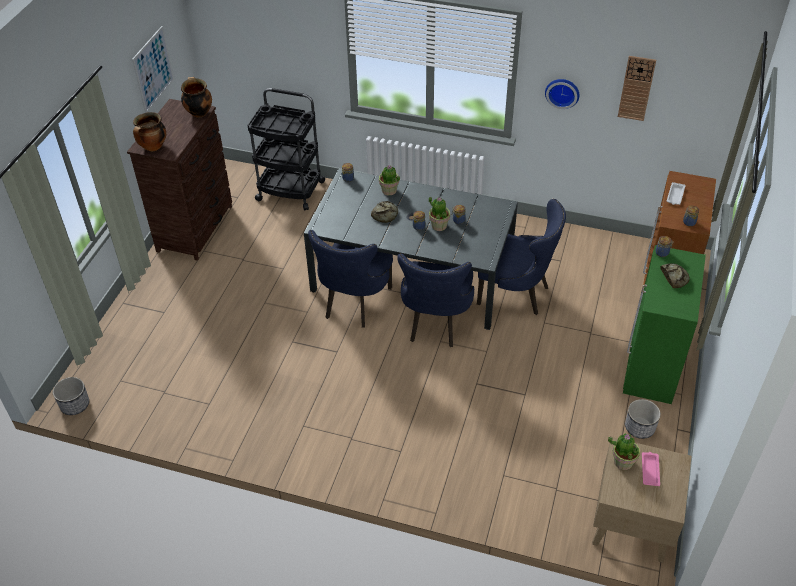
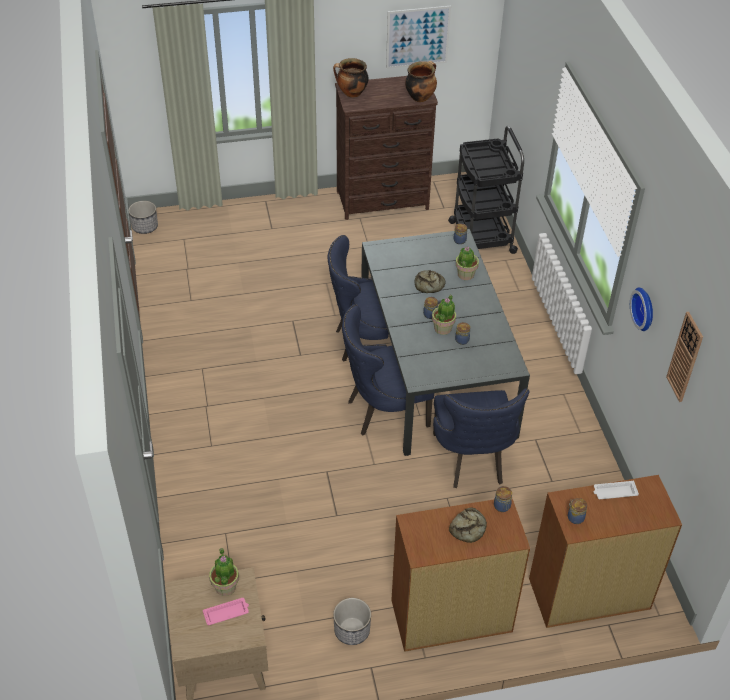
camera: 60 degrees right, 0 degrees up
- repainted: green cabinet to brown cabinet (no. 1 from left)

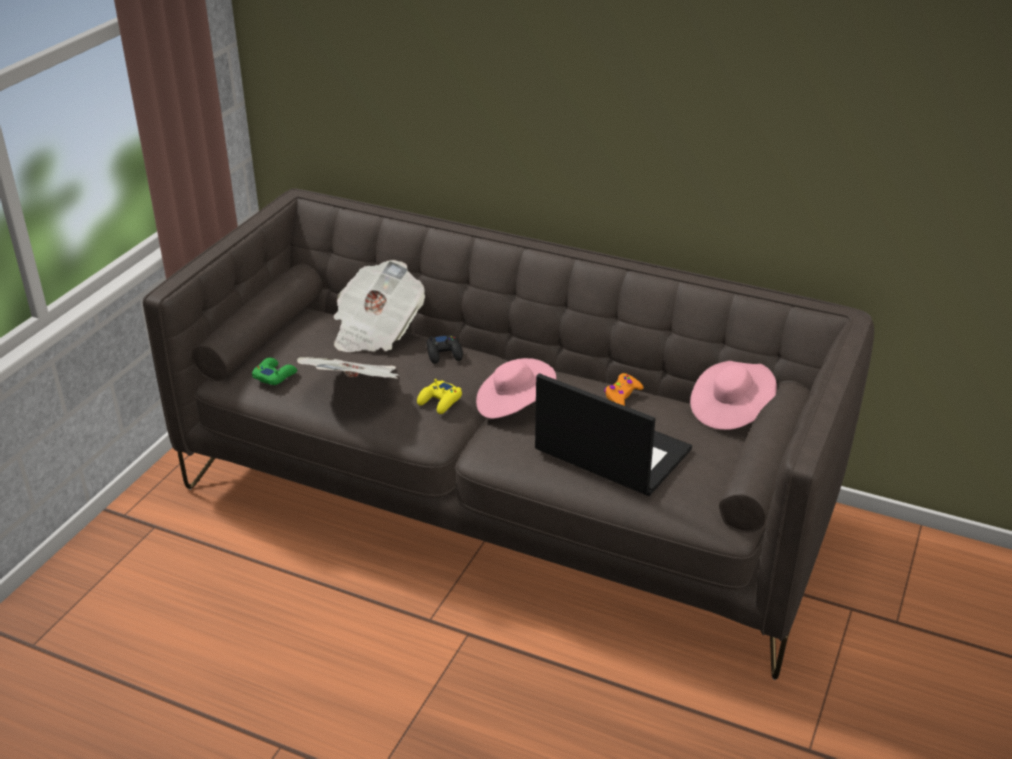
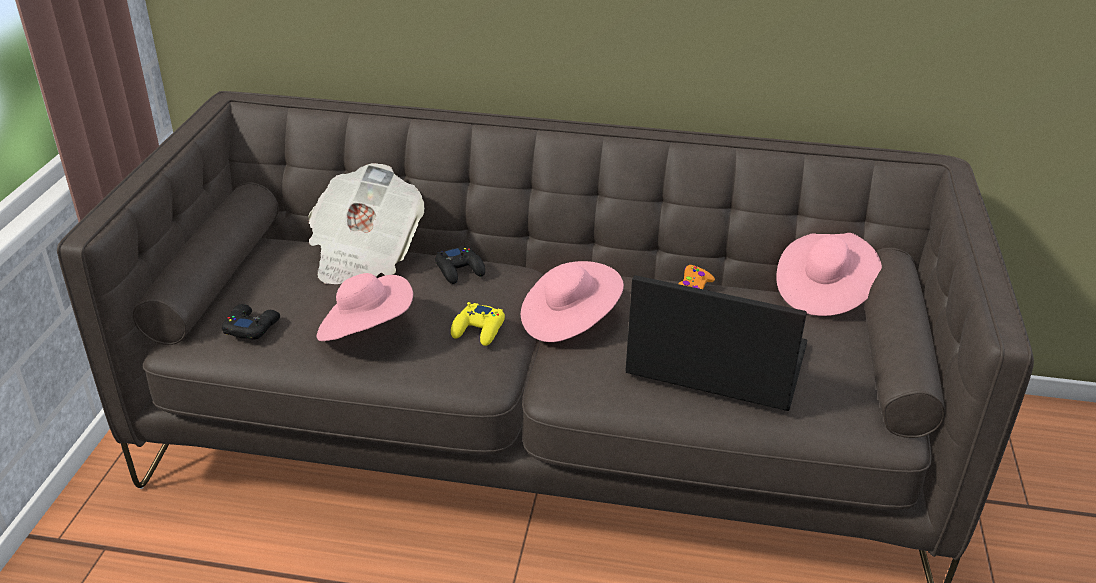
camera: 15 degrees left, 0 degrees up
- repainted: green game controller to black game controller (no. 1 from left)
- swapped: newspaper (no. 1 from left) to pink hat (no. 1 from left)

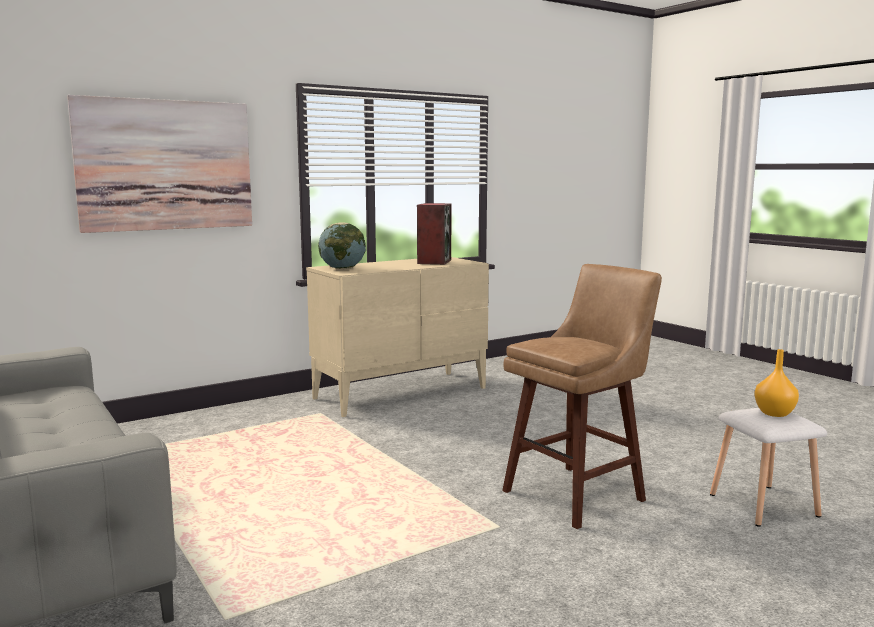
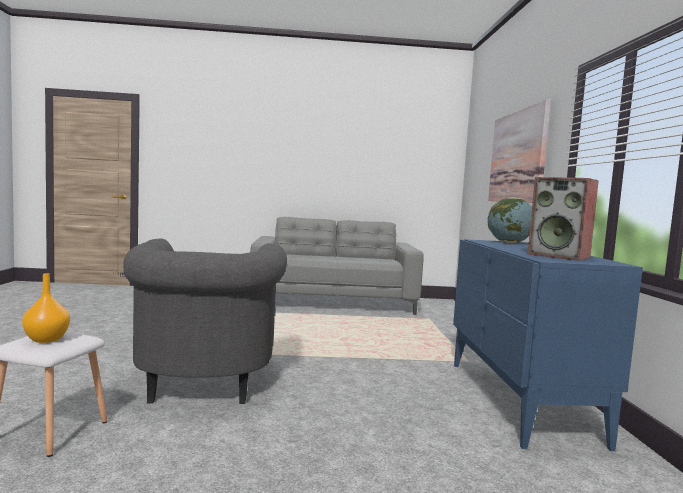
camera: 120 degrees right, 5 degrees down
- swapped: brown stool to grey armchair
- repainted: beige cabinet to blue cabinet

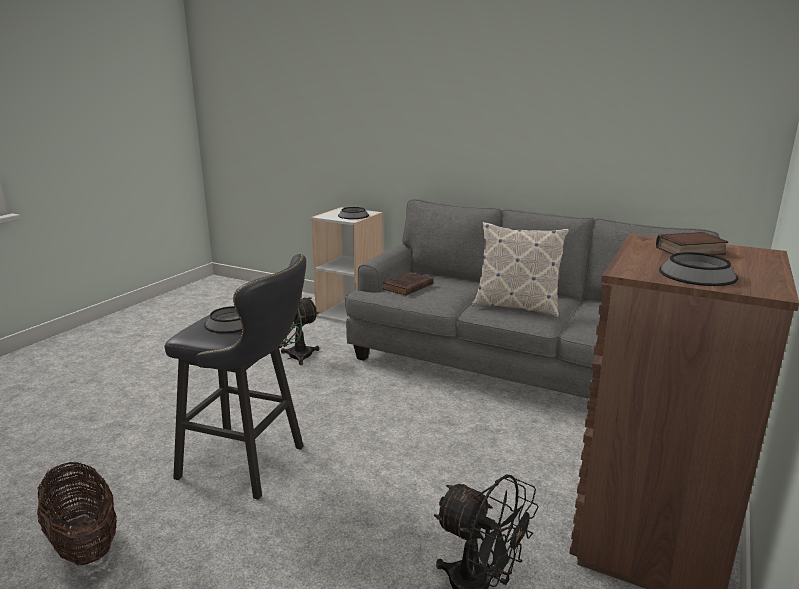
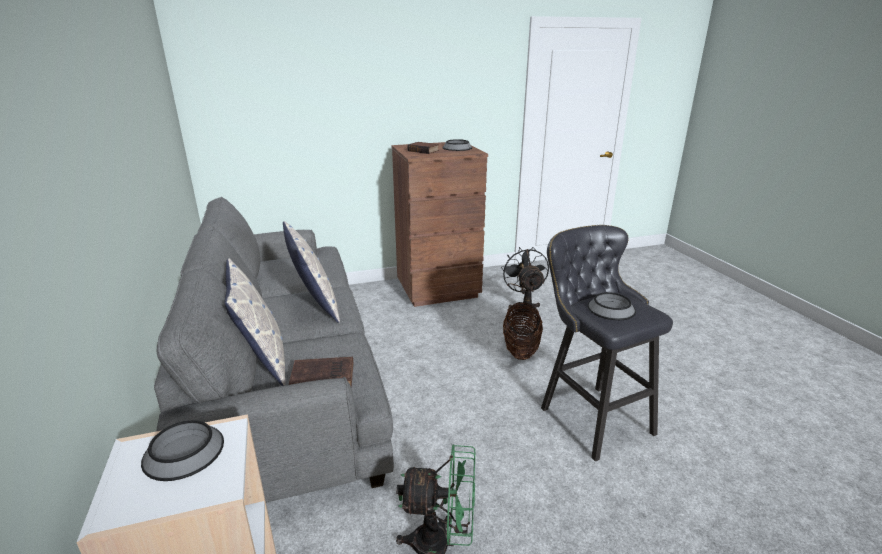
camera: 135 degrees left, 5 degrees up
- new: pillow (no. 1 from left)
- shifted: basket

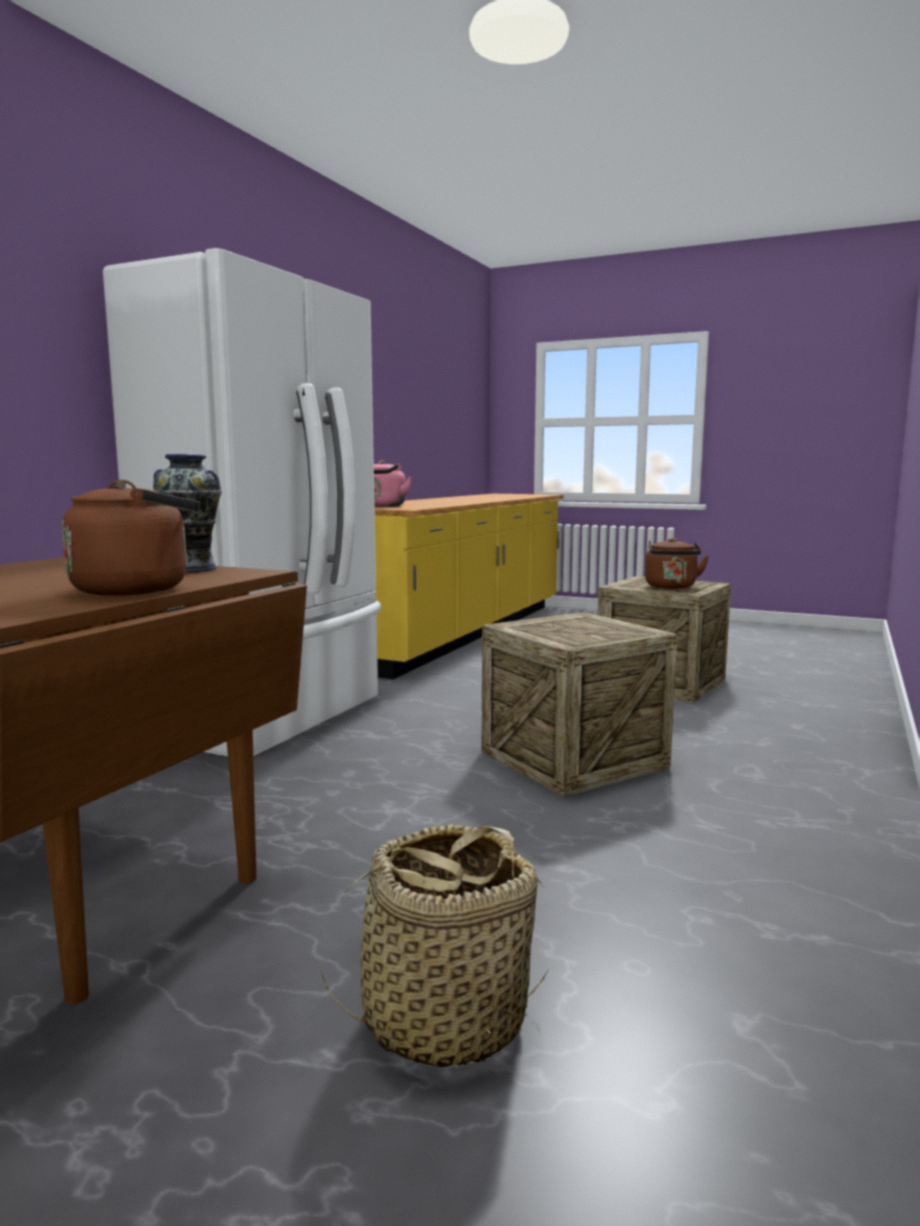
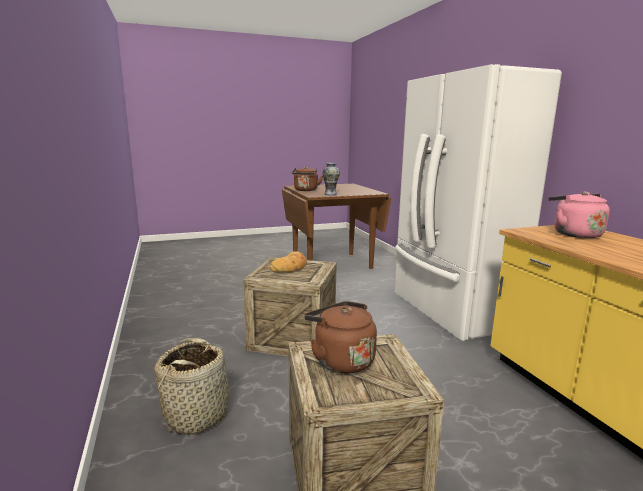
camera: 135 degrees right, 5 degrees up
- shifted: basket
- new: bread

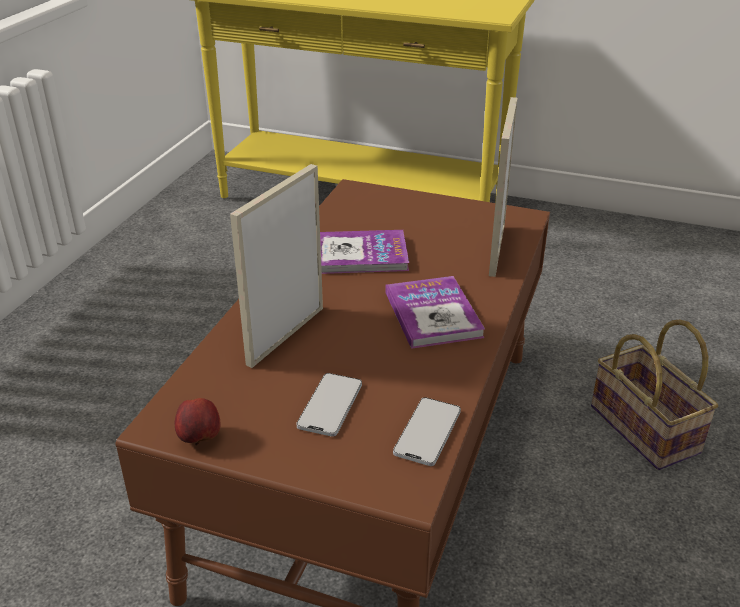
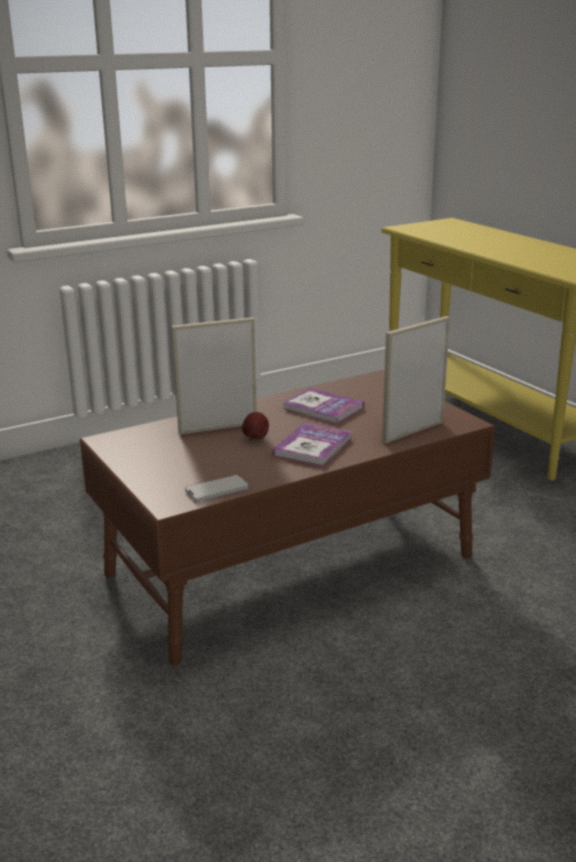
camera: 40 degrees right, 10 degrees down
- shifted: apple
- gone: phone (no. 1 from left)
- gone: basket

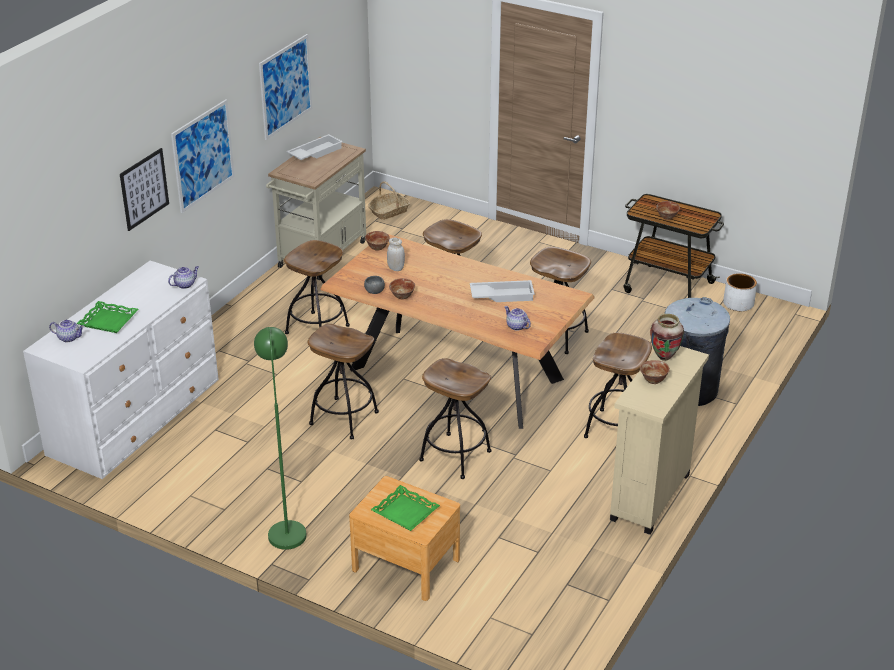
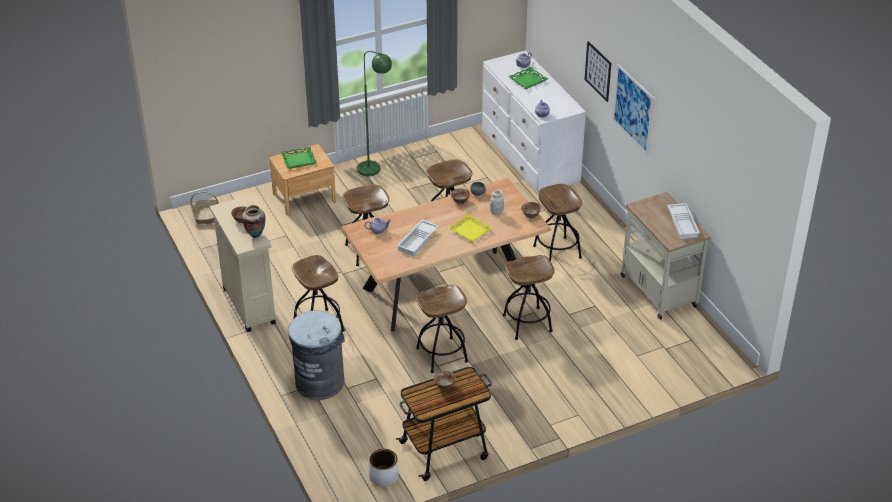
camera: 125 degrees right, 5 degrees up
- shifted: basket
- new: yellow tray
- gone: picture (no. 3 from left)

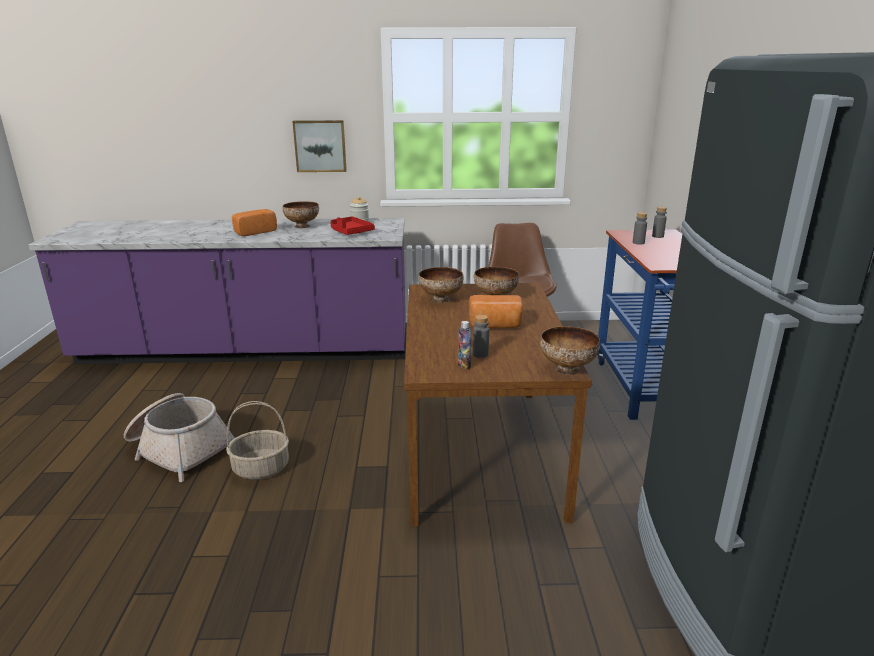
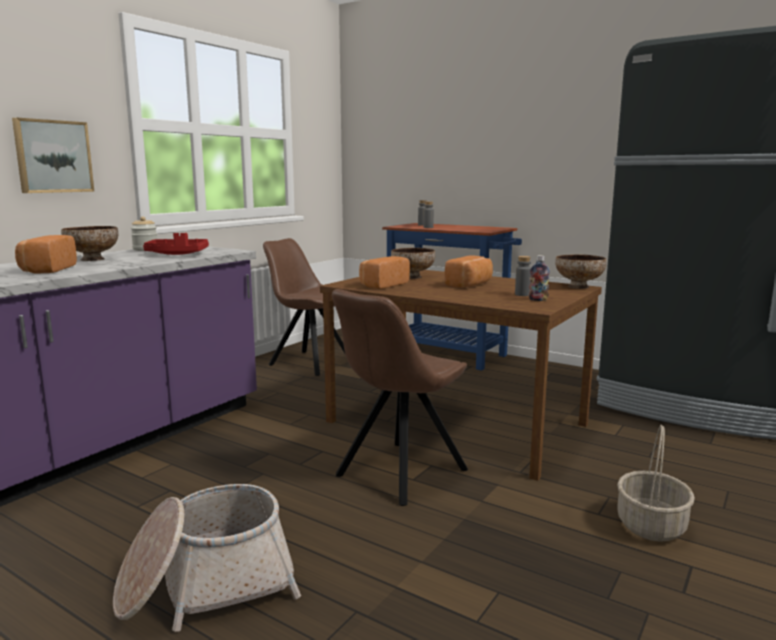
camera: 55 degrees left, 10 degrees down
- new: brown chair (no. 2 from left)
- swapped: bowl (no. 2 from left) to bread (no. 2 from left)
- shifted: basket (no. 2 from left)

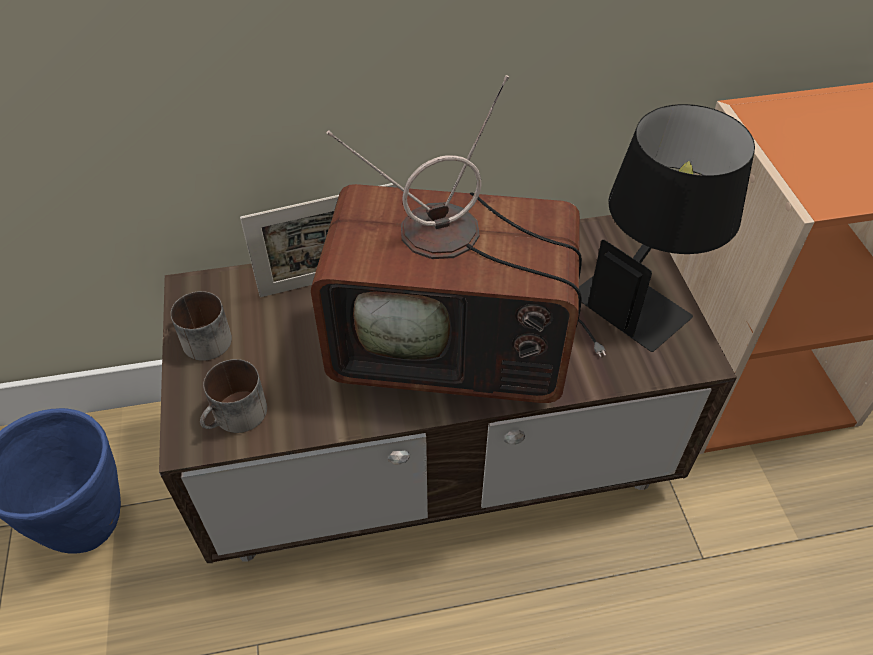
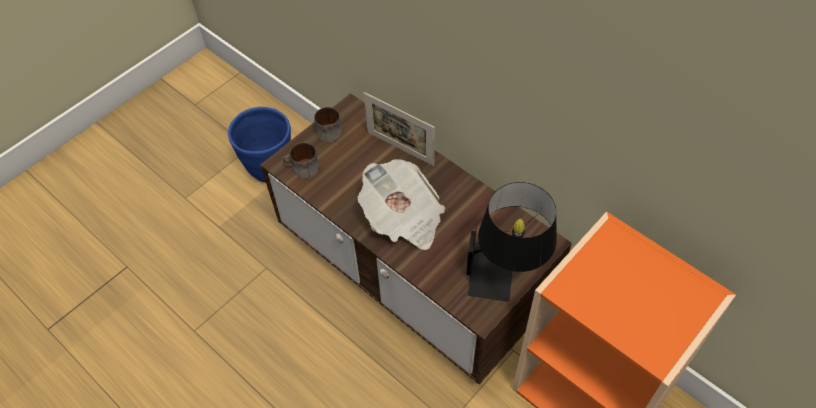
camera: 55 degrees right, 5 degrees up
- swapped: television to newspaper

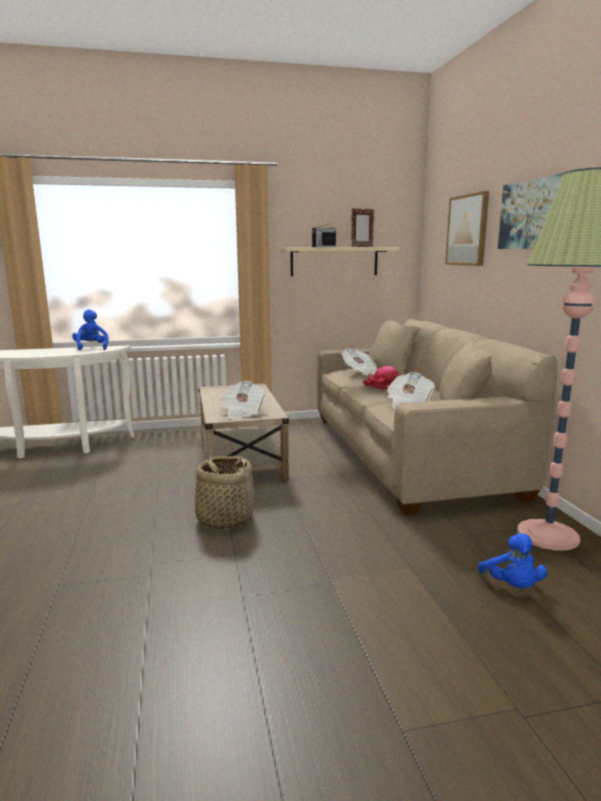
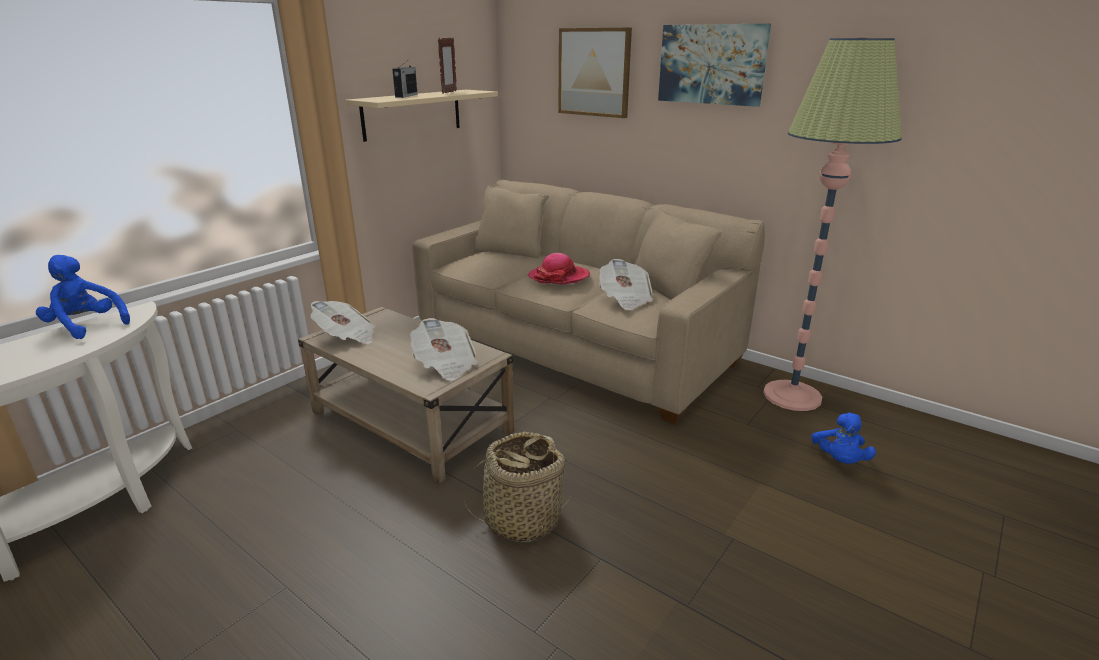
camera: 40 degrees left, 10 degrees up
- shifted: newspaper (no. 2 from left in the first image) to newspaper (no. 1 from left)
- rotated: blue plush toy (no. 2 from left) 60 degrees clockwise

